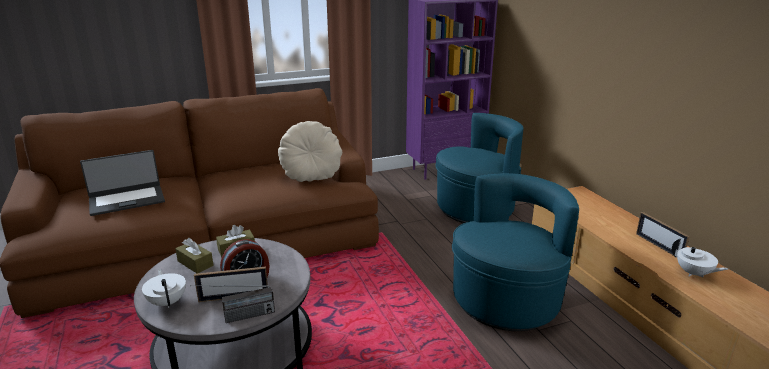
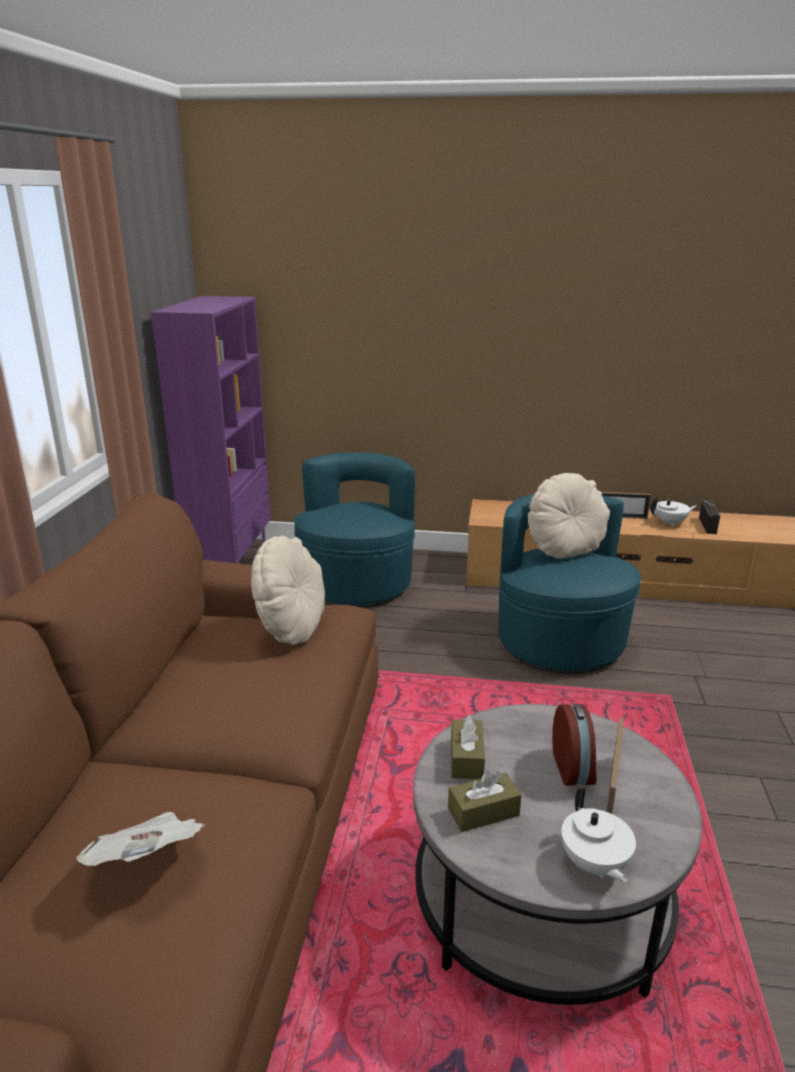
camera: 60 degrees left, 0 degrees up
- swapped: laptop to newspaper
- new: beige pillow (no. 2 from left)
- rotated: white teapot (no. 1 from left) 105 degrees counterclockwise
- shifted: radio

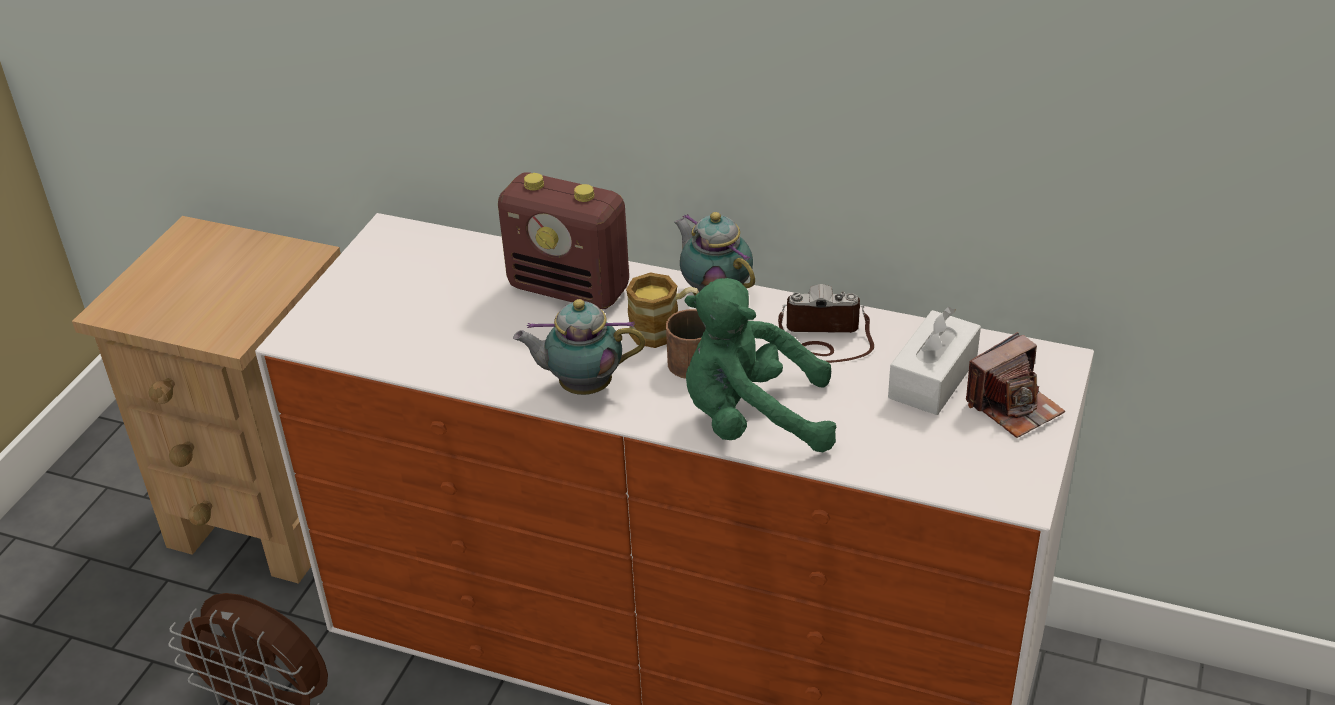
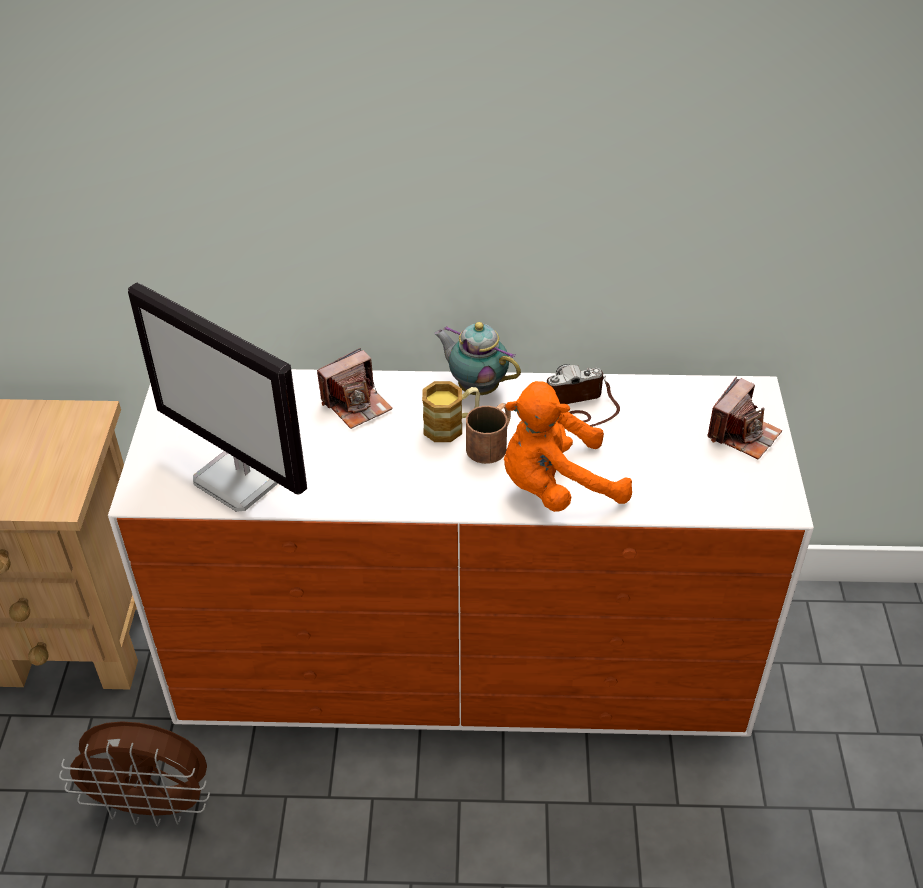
camera: 20 degrees left, 5 degrees up
- new: monitor
- swapped: radio to photo camera (no. 1 from left)
- repainted: green plush toy to orange plush toy
- gone: teapot (no. 1 from left)
- gone: white tissue box

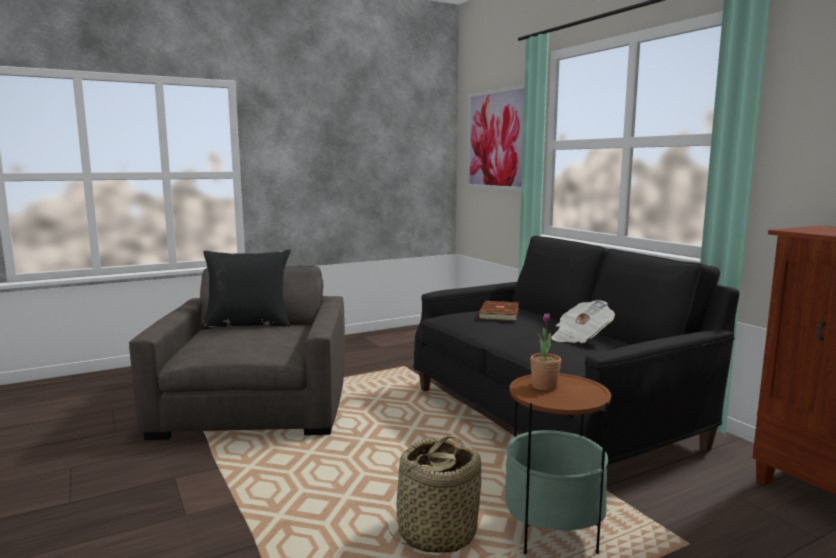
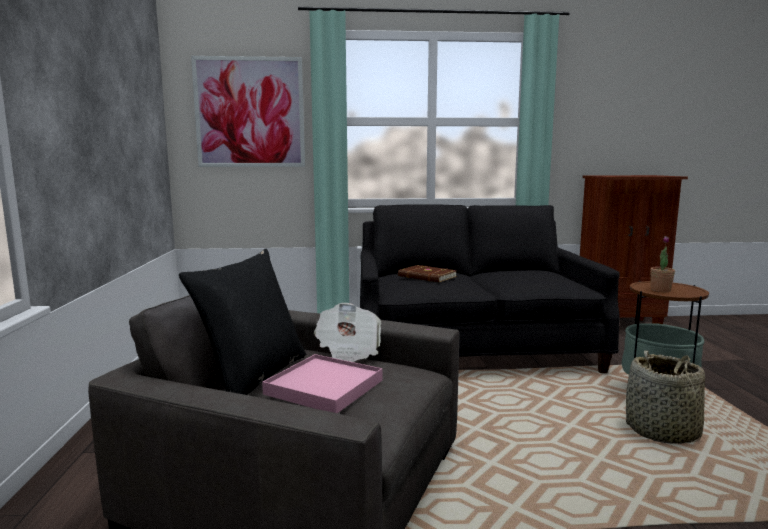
camera: 65 degrees left, 0 degrees up
- new: pink tray
- shifted: newspaper

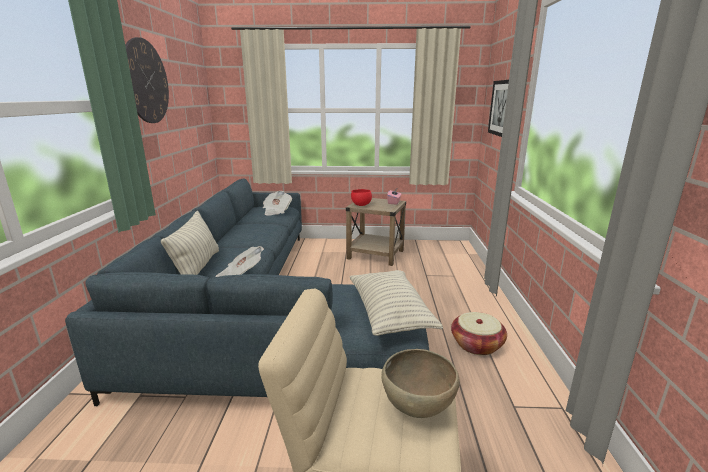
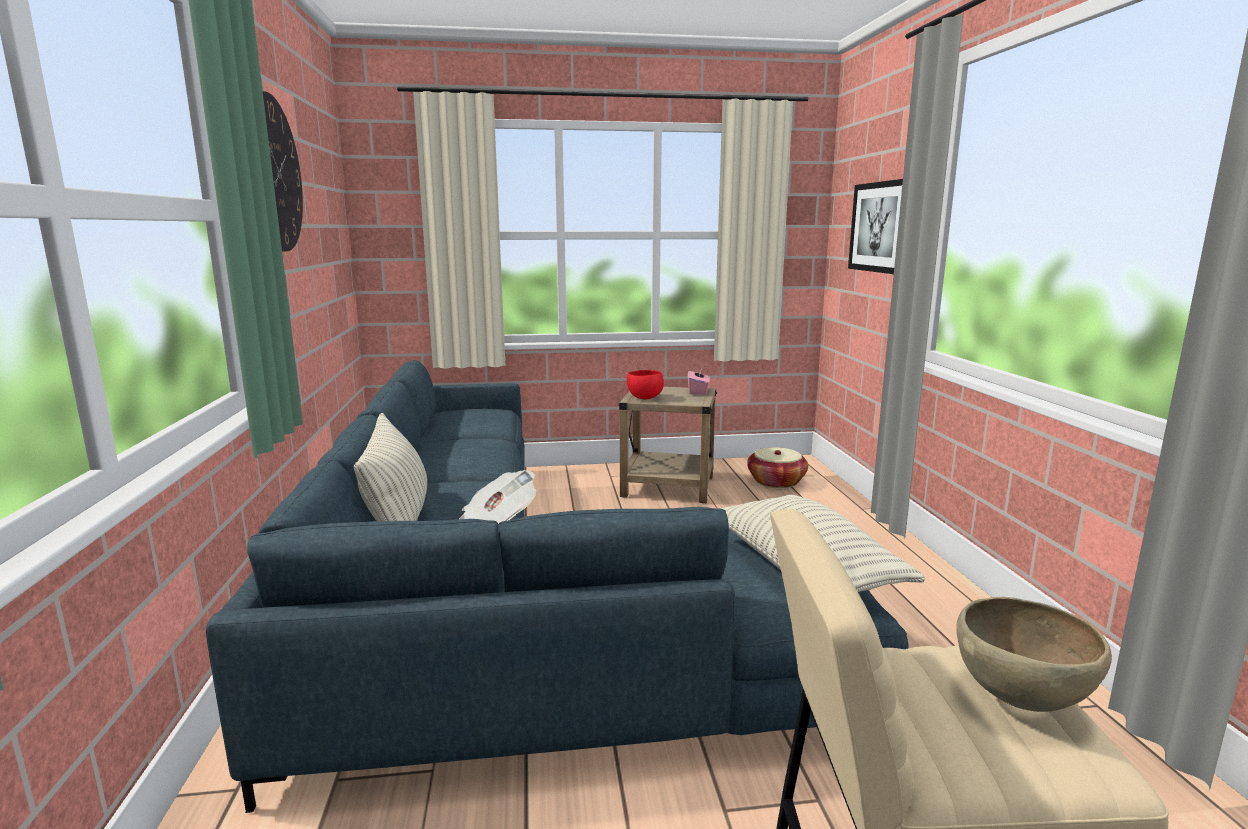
camera: 10 degrees left, 5 degrees down
- shifted: basket
- gone: newspaper (no. 2 from left)

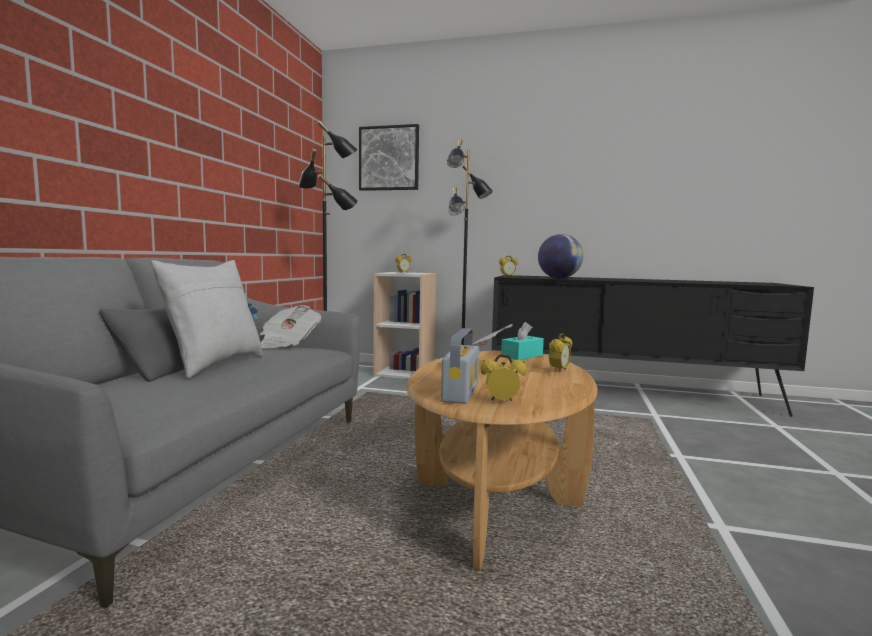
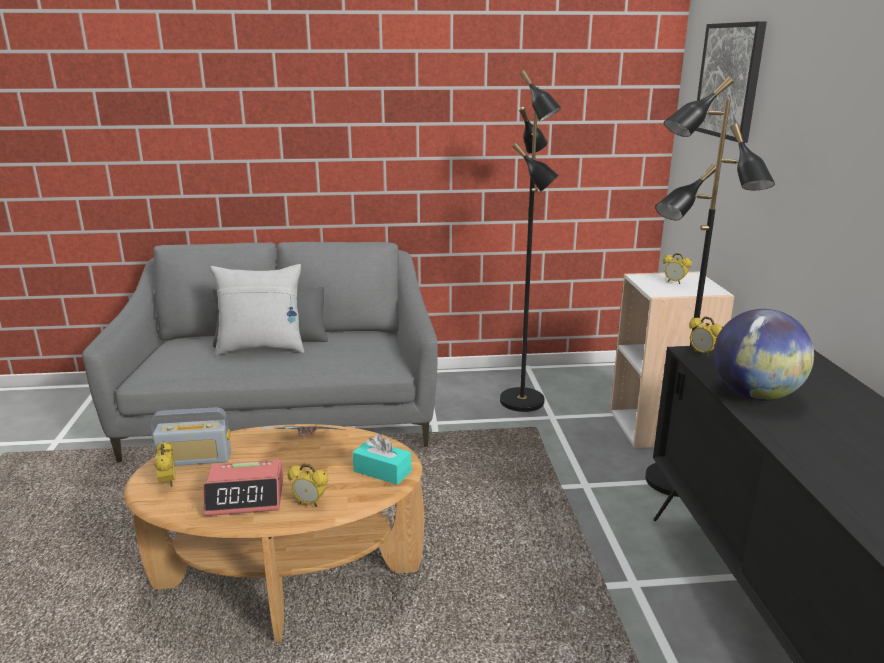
camera: 70 degrees right, 15 degrees up
- new: alarm clock (no. 2 from left)
- gone: newspaper (no. 1 from left)

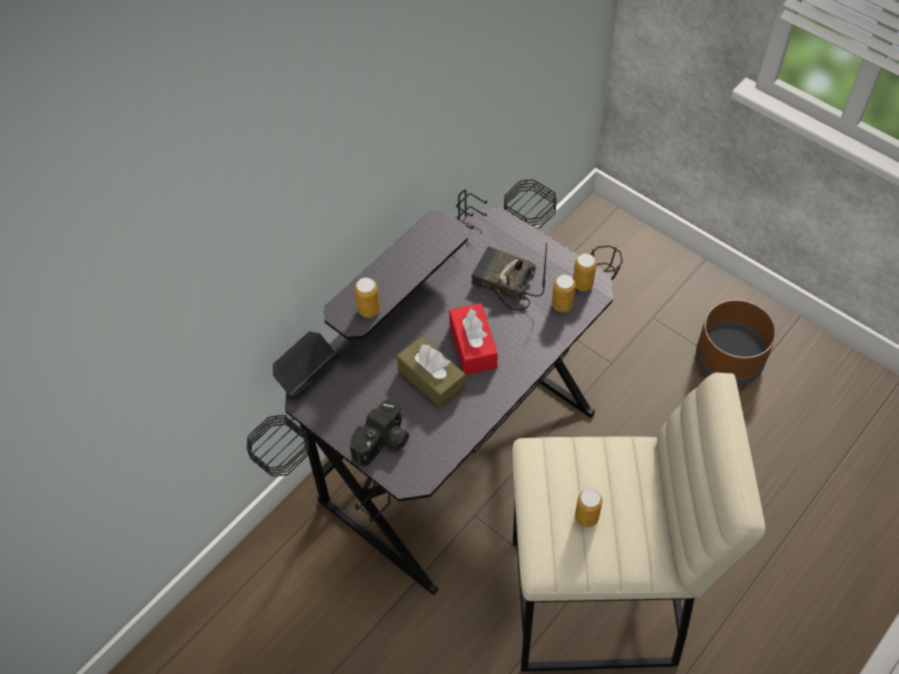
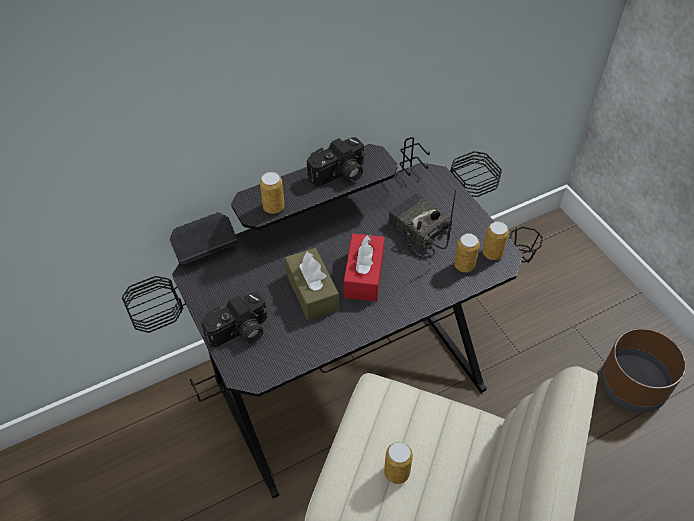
camera: 20 degrees right, 5 degrees down
- new: photo camera (no. 2 from left)

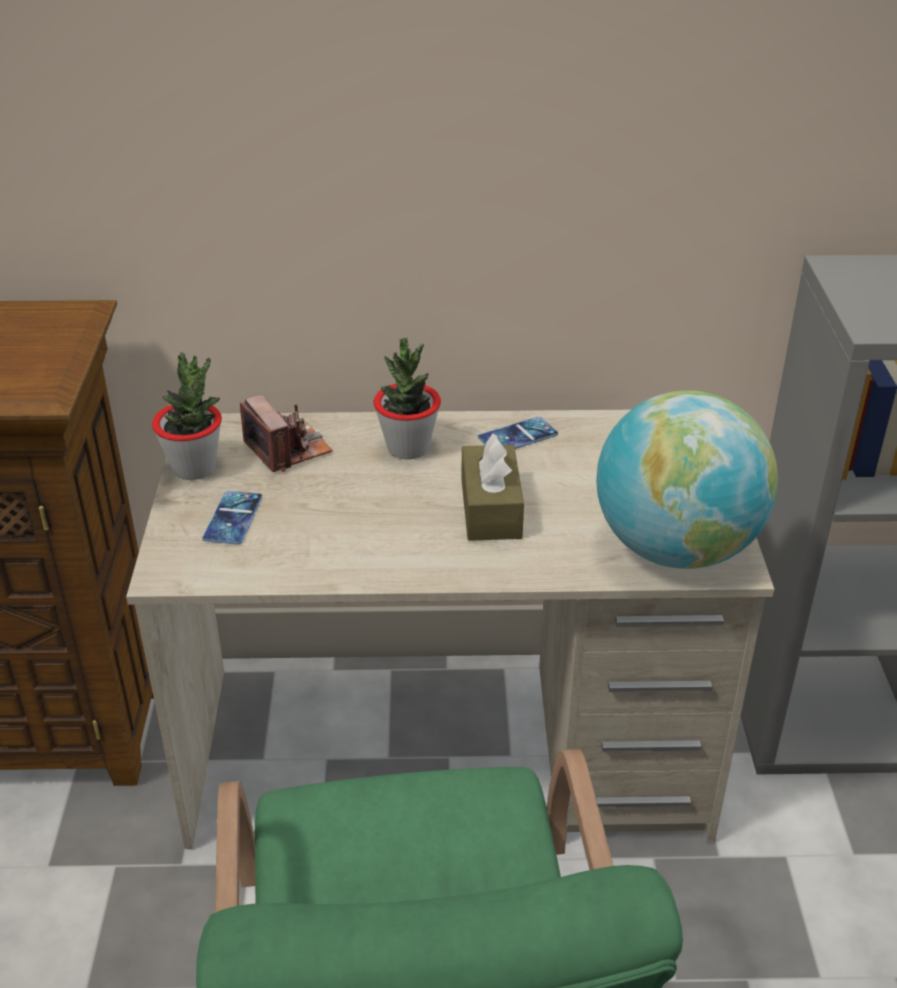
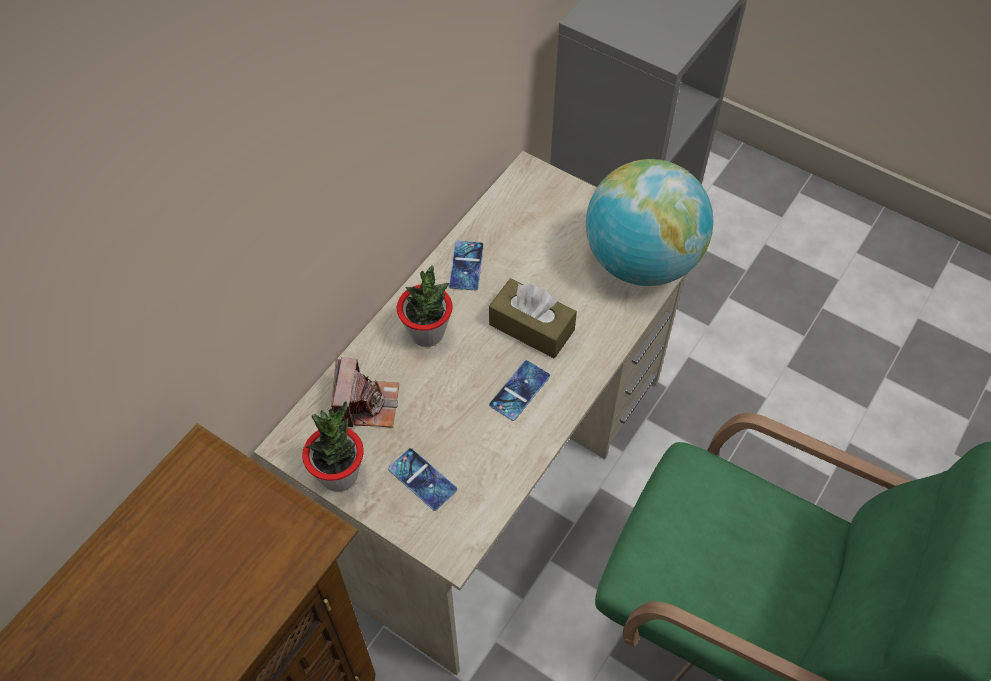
camera: 55 degrees left, 20 degrees up
- rotated: photo camera 90 degrees clockwise
- new: phone (no. 3 from left)

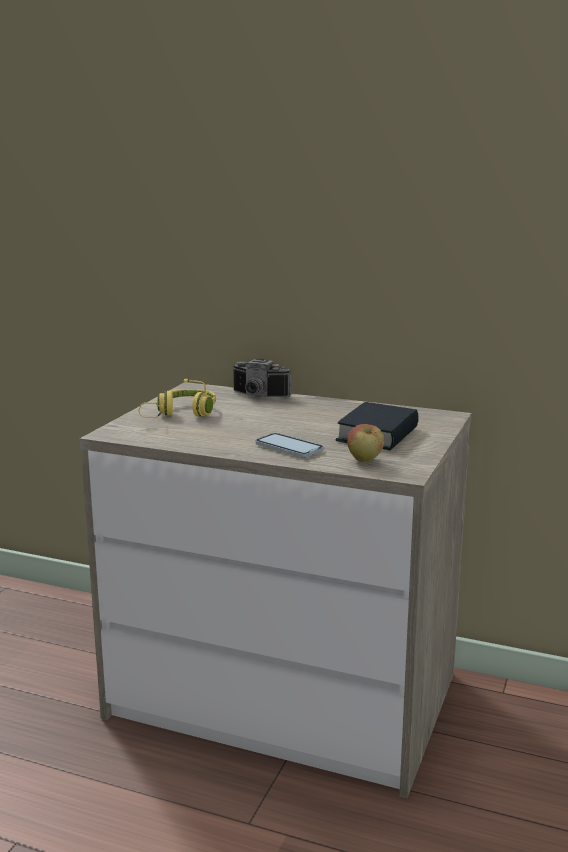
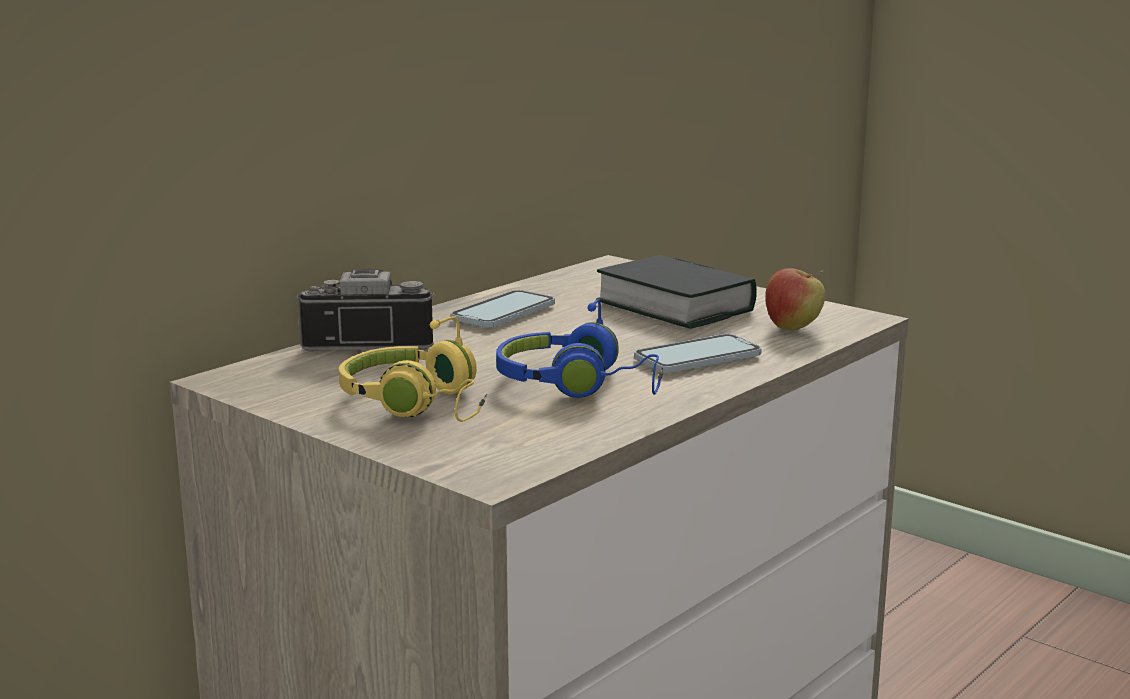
camera: 70 degrees left, 0 degrees up
- rotated: photo camera 135 degrees counterclockwise
- new: phone (no. 1 from left)
- new: blue headphones

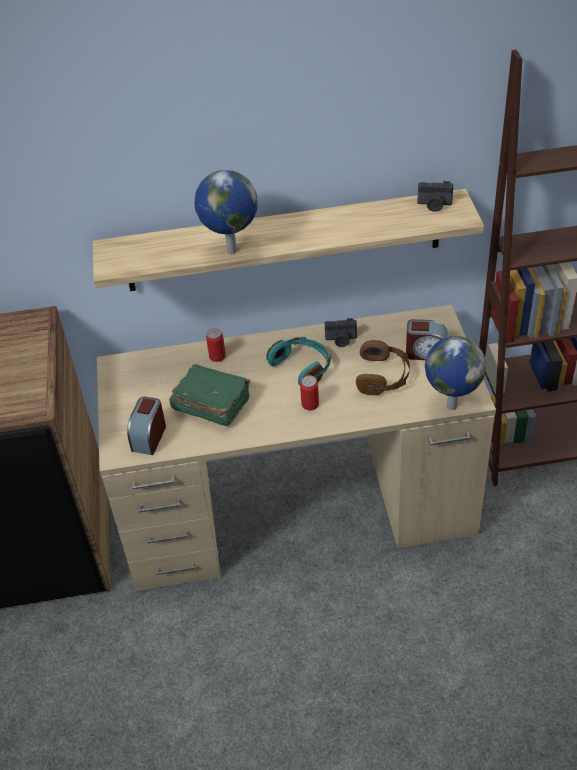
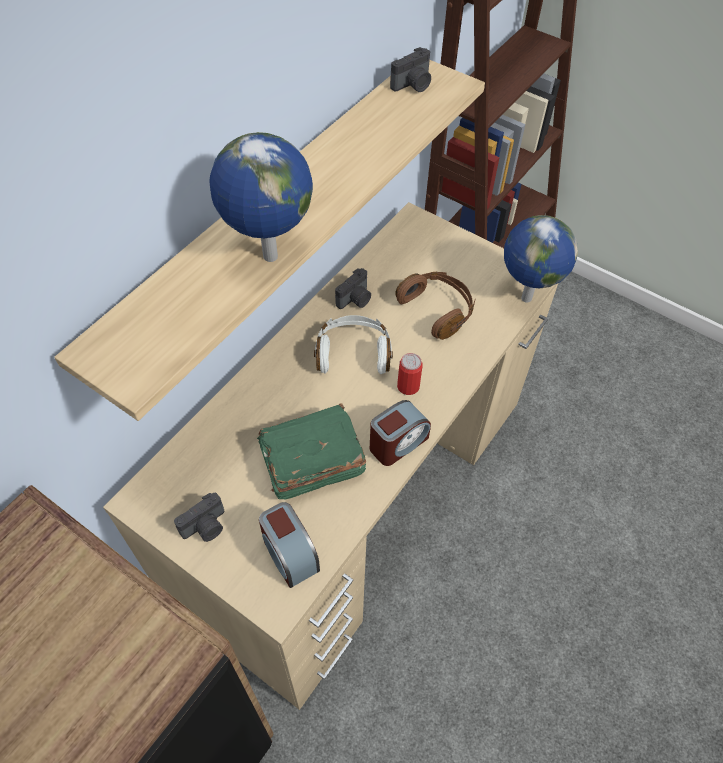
camera: 50 degrees left, 10 degrees up
- new: photo camera (no. 1 from left)
- repainted: turquoise headphones to white headphones
- shifted: alarm clock (no. 2 from left)
- gone: can (no. 1 from left)

